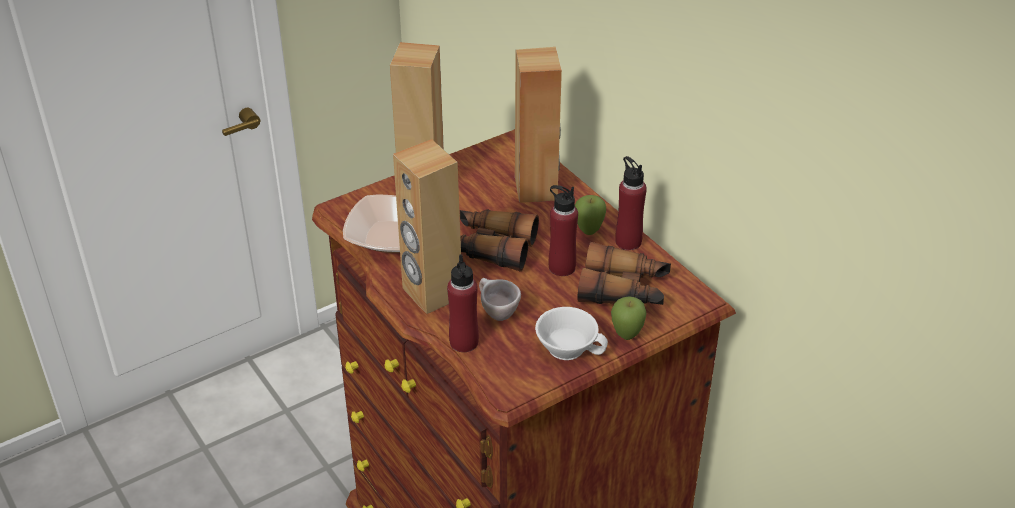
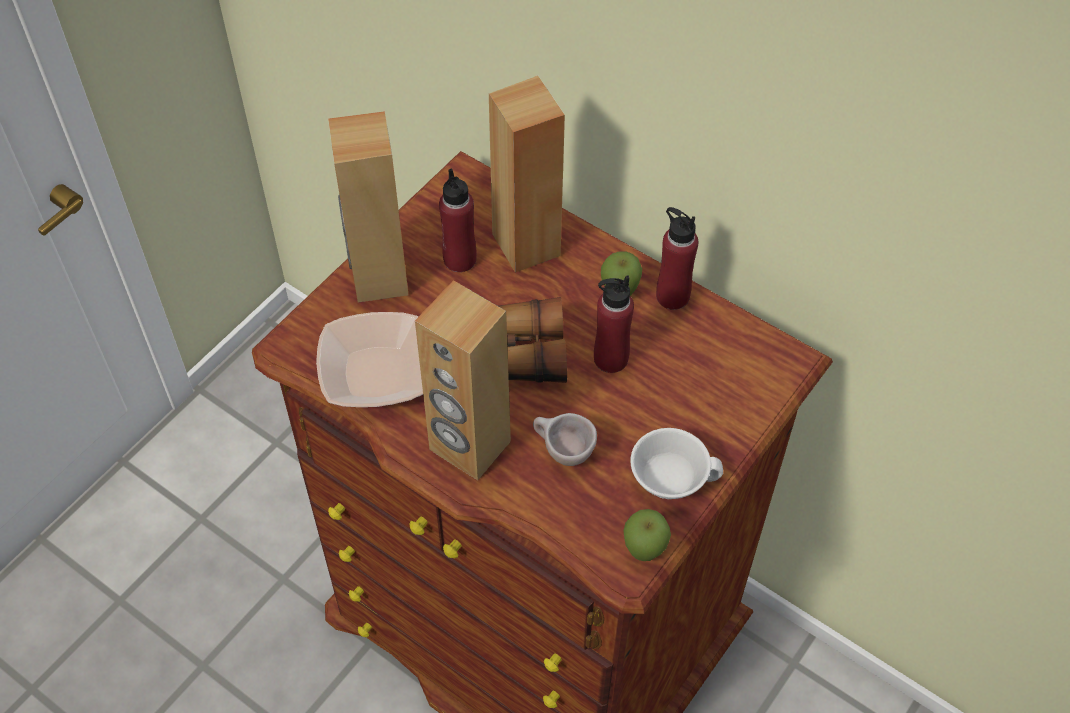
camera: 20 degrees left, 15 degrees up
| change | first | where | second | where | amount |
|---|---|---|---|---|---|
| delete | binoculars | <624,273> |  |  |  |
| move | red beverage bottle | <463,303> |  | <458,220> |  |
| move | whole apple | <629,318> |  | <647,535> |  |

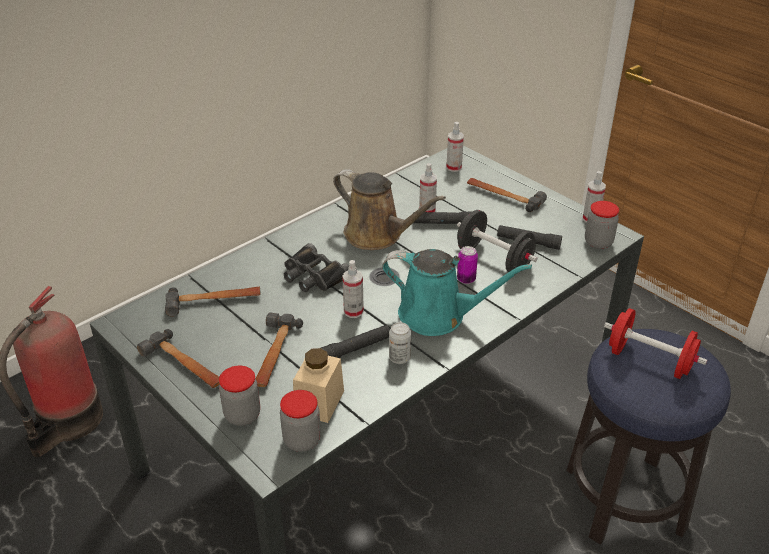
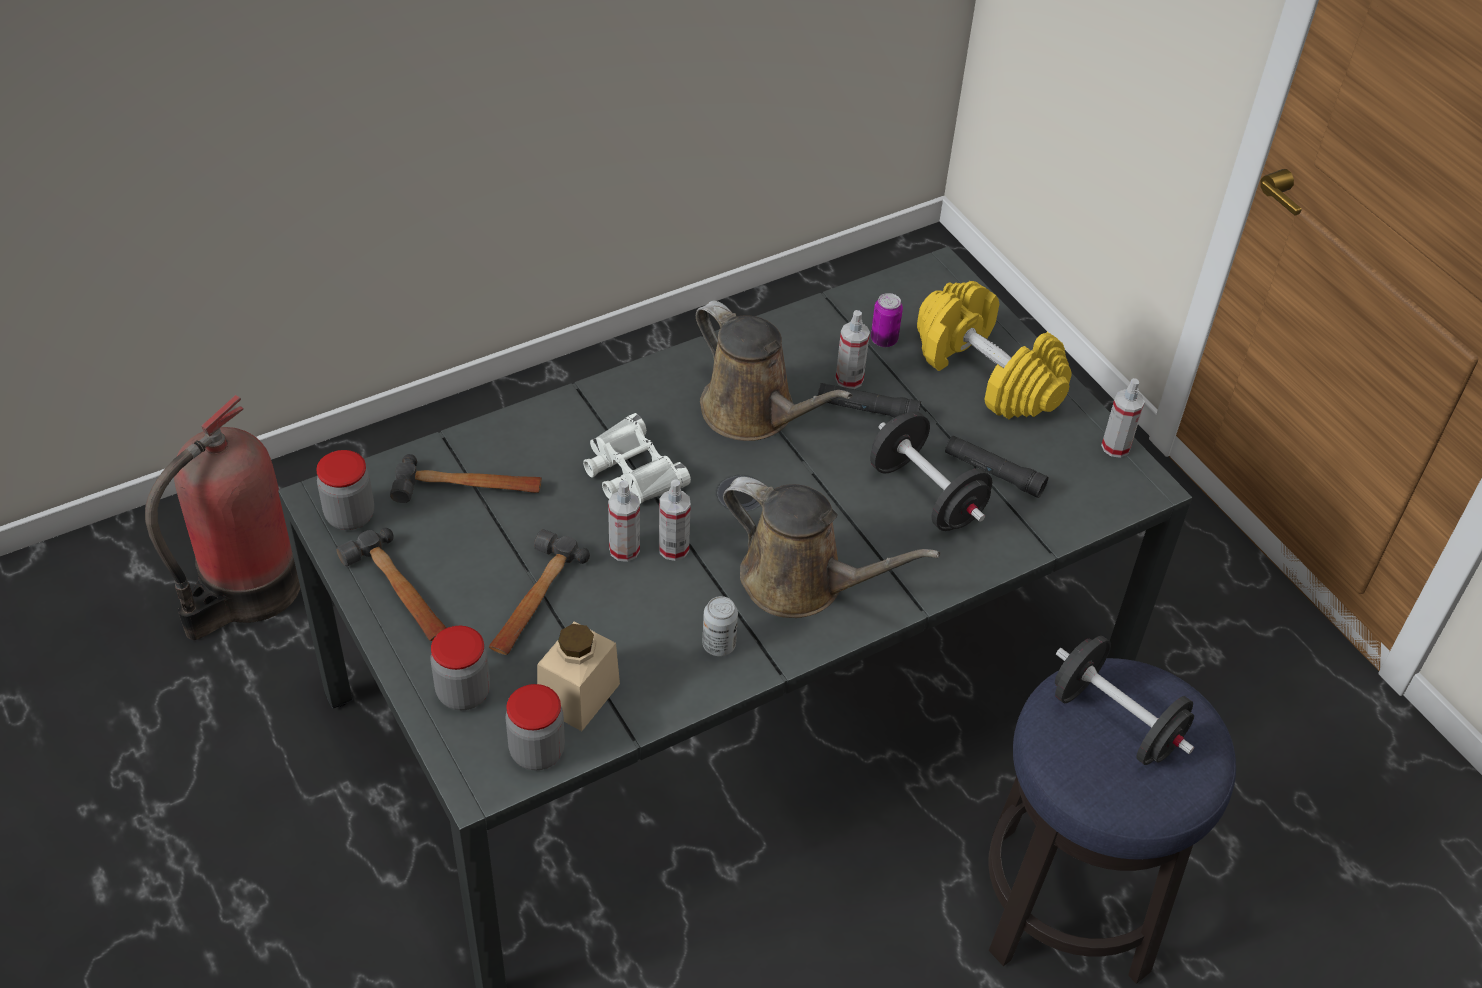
camera: 10 degrees right, 10 degrees up
| change | first | where | second | where | amount |
|---|---|---|---|---|---|
| move | spray bottle | <455,147> |  | <624,521> |  |
| replace | tool hammer | <507,195> | yellow-coloured dumbbell | <994,350> |  |
| move | storage jar | <602,225> |  | <345,490> |  |
| recolor | black-coloured binoculars | <316,267> | white binoculars | <637,458> |  |
| move | can | <467,265> |  | <887,320> |  |
| recolor | blue-green watering pot | <457,292> | brownish watering pot | <831,547> |  |
| recolor | red dumbbell | <655,343> | black-coloured dumbbell | <1124,700> |  |
| delete | black-coloured hand torch | <355,341> |  |  |  |

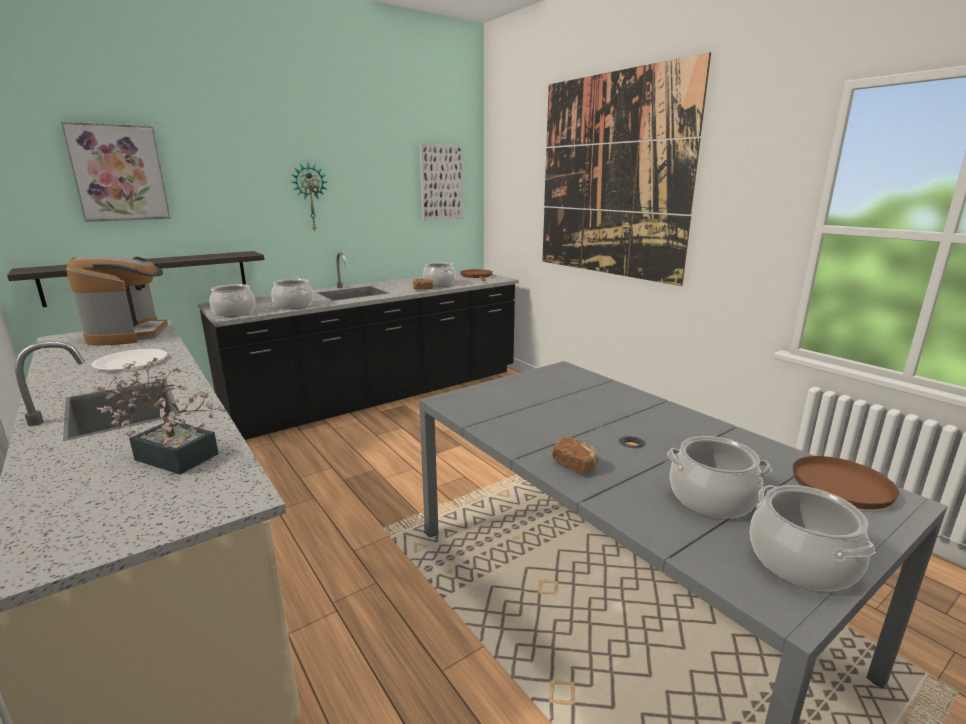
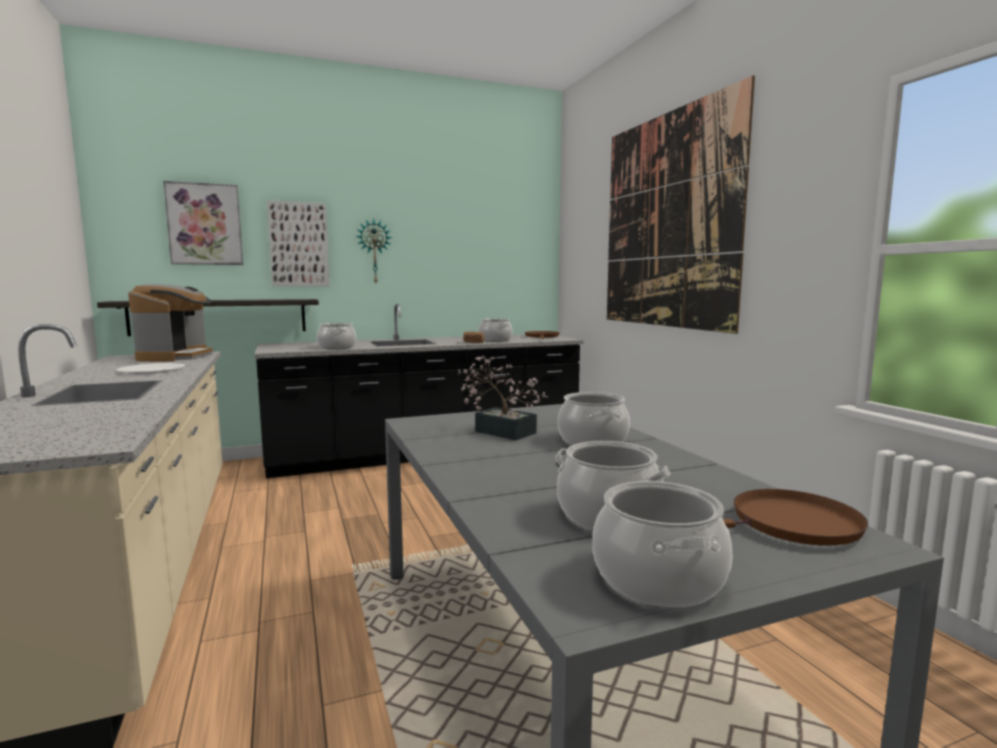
camera: 15 degrees right, 10 degrees down
| change | first | where | second | where | amount |
|---|---|---|---|---|---|
| move | wall picture | <441,182> |  | <298,243> |  |
| move | stockpot | <232,300> |  | <594,418> |  |
| move | houseplant | <158,416> |  | <503,398> |  |
| delete | bakery bread | <575,455> |  |  |  |

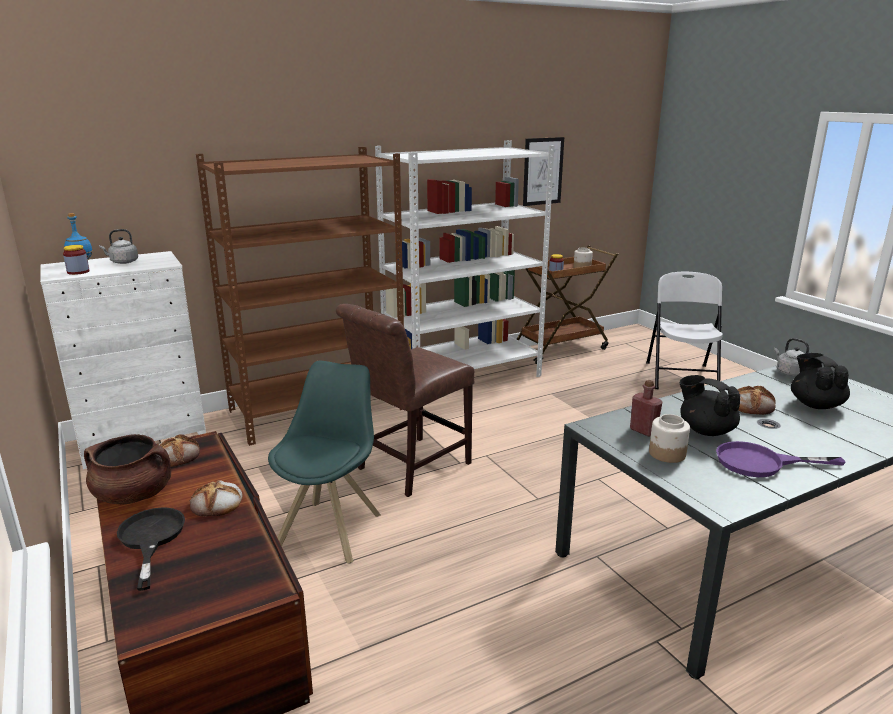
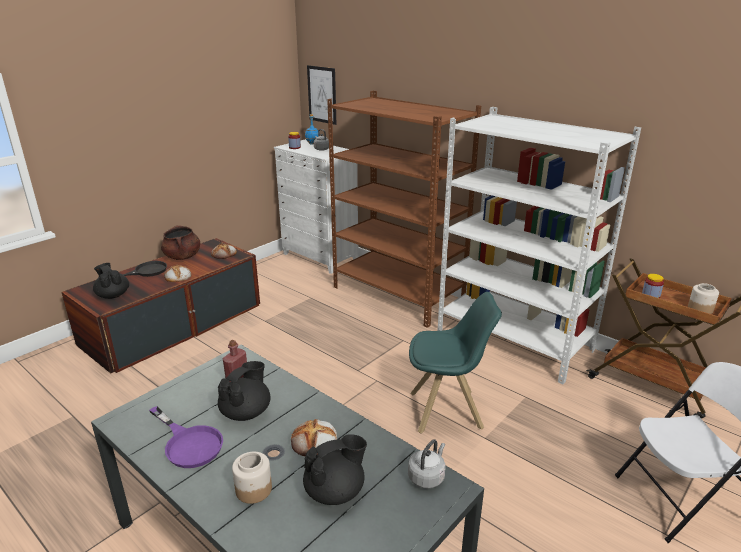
camera: 70 degrees right, 5 degrees up
| change | first | where | second | where | amount |
|---|---|---|---|---|---|
| move | wall picture | <543,171> |  | <321,95> |  |
| delete | brownish chair | <405,400> |  |  |  |
| move | blue-green chair | <324,462> |  | <455,363> |  |
| move | storage jar | <669,438> |  | <252,478> |  |
| rotate | purplish skillet | <781,459> |  | <186,437> | 150 degrees clockwise |
| insert |  |  | black-coloured tea pot | <111,281> |  |

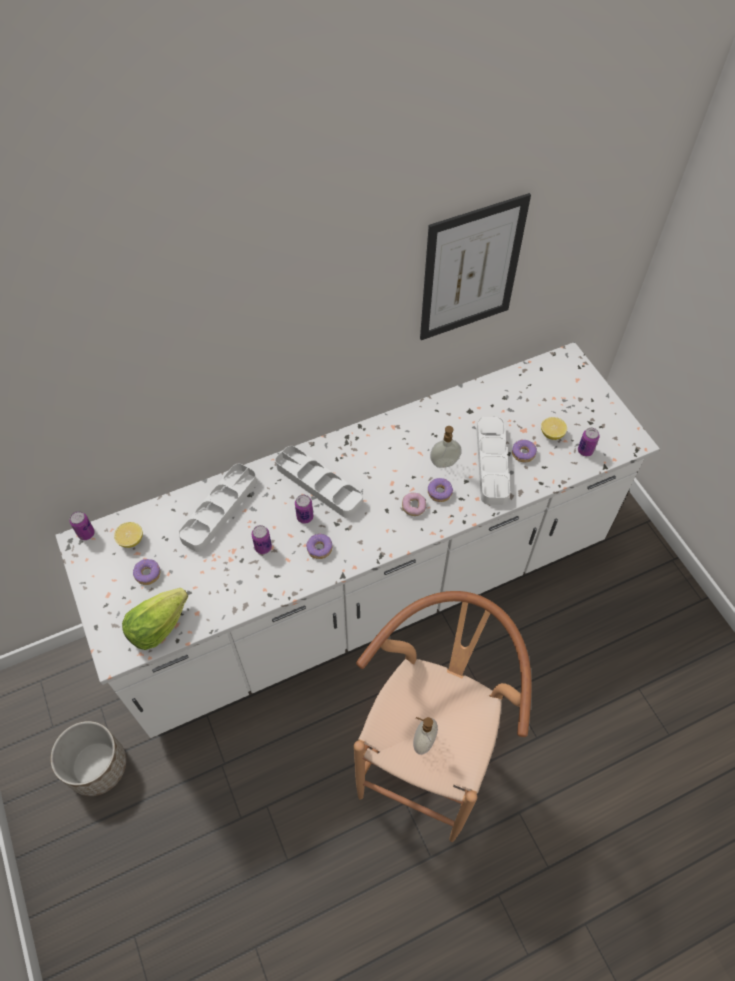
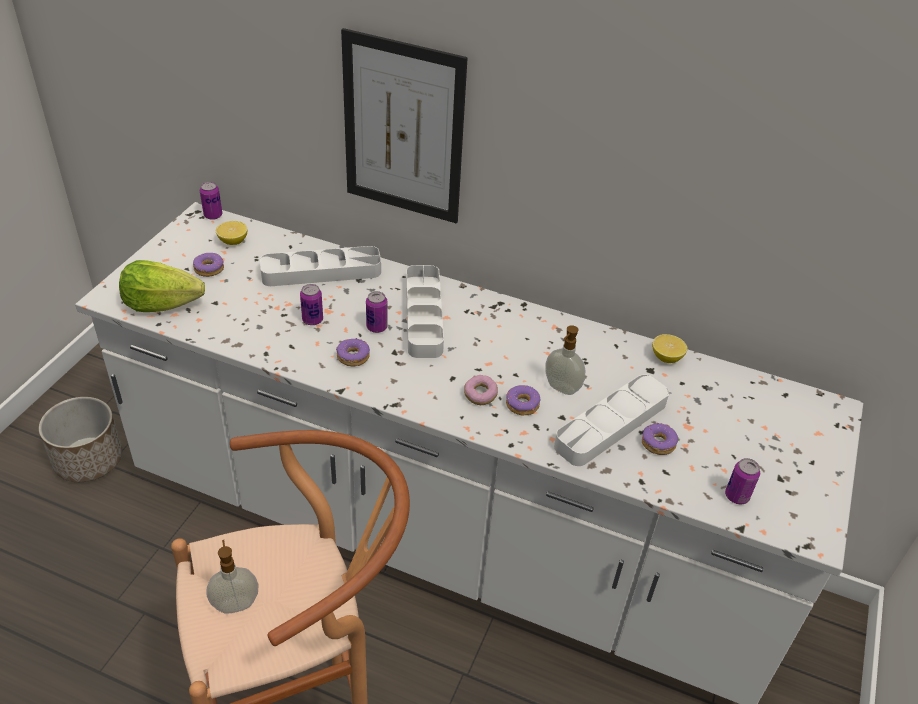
camera: 45 degrees right, 15 degrees down
| change | first | where | second | where | amount |
|---|---|---|---|---|---|
| move | wall picture | <475,266> |  | <404,125> |  |
| move | lemon | <554,428> |  | <670,348> |  |

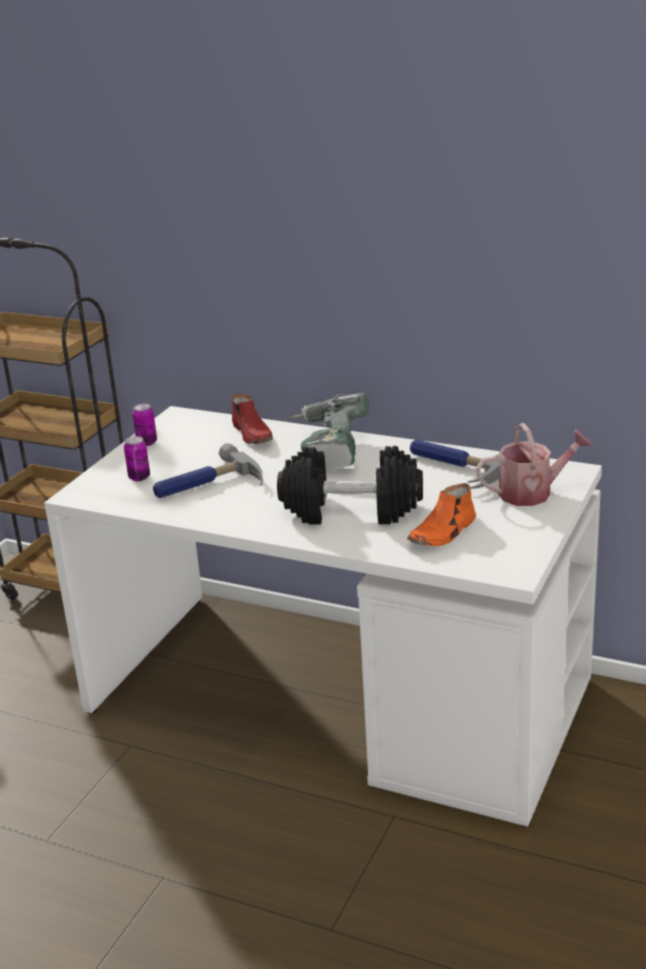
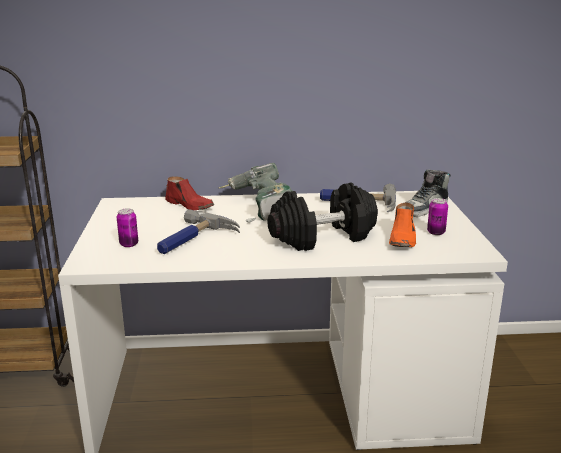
camera: 30 degrees left, 5 degrees down
| change | first | where | second | where | amount |
|---|---|---|---|---|---|
| move | can | <144,424> |  | <437,216> |  |
| replace | watering pot | <534,464> | shoe | <428,193> |  |

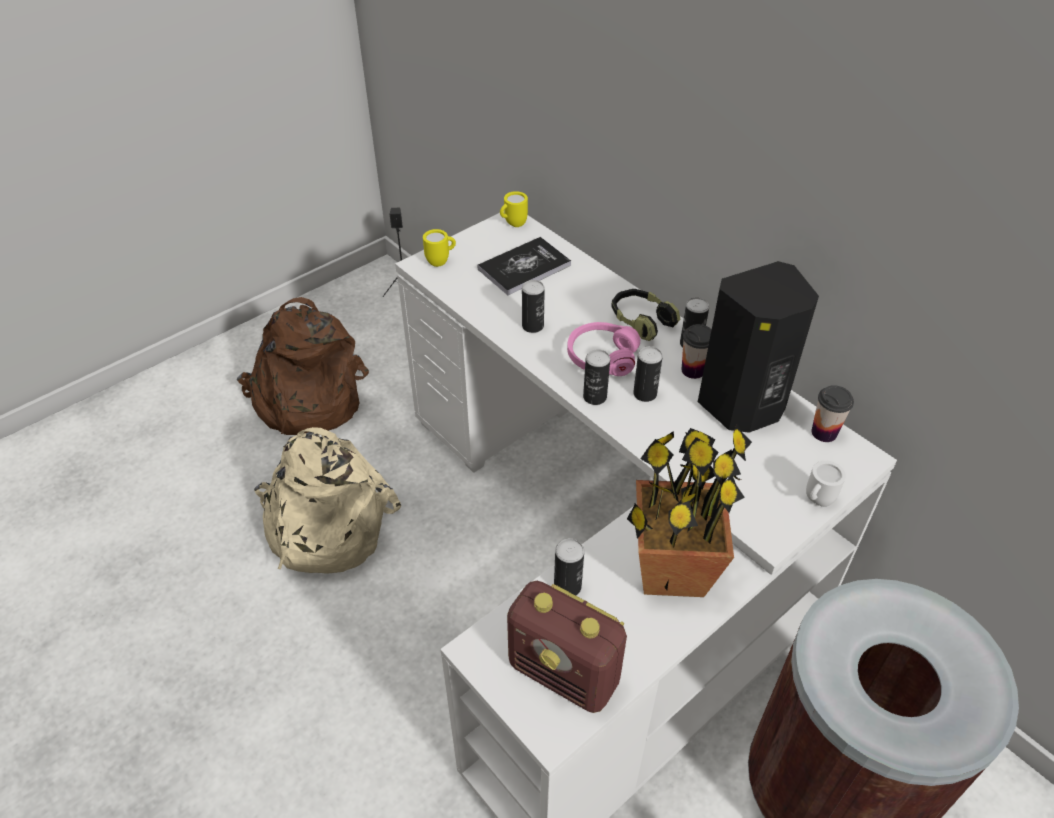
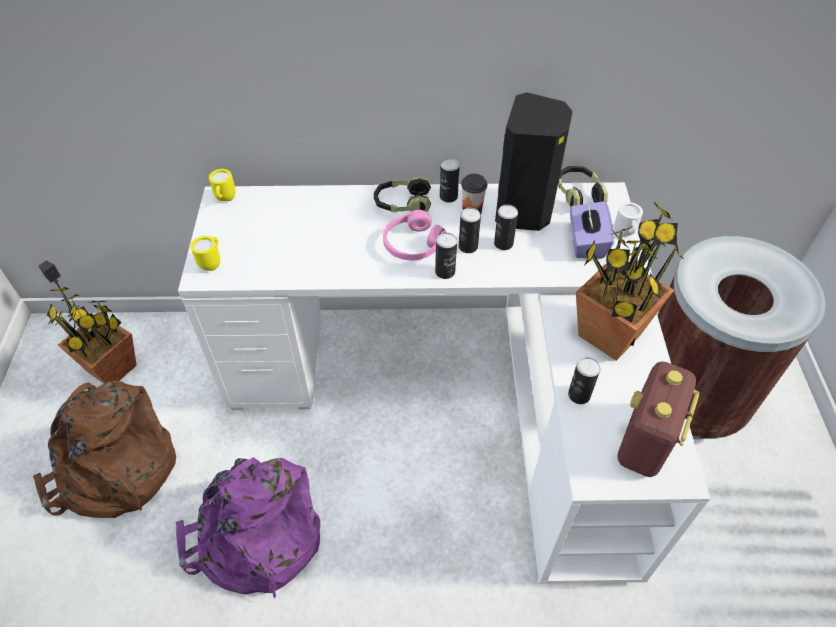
camera: 50 degrees left, 5 degrees up
| change | first | where | second | where | amount |
|---|---|---|---|---|---|
| delete | book | <524,266> |  |  |  |
| move | can | <533,306> |  | <506,227> |  |
| replace | drinking cup | <832,413> | headset | <583,186> |  |
| recolor | sand-coloured rucksack | <327,500> | purplish rucksack | <248,527> |  |
| rotate | radio receiver | <567,647> |  | <659,419> | 135 degrees clockwise |
| insert |  |  | purplish box of tissues | <592,230> |  |
| insert |  |  | houseplant | <92,335> |  |

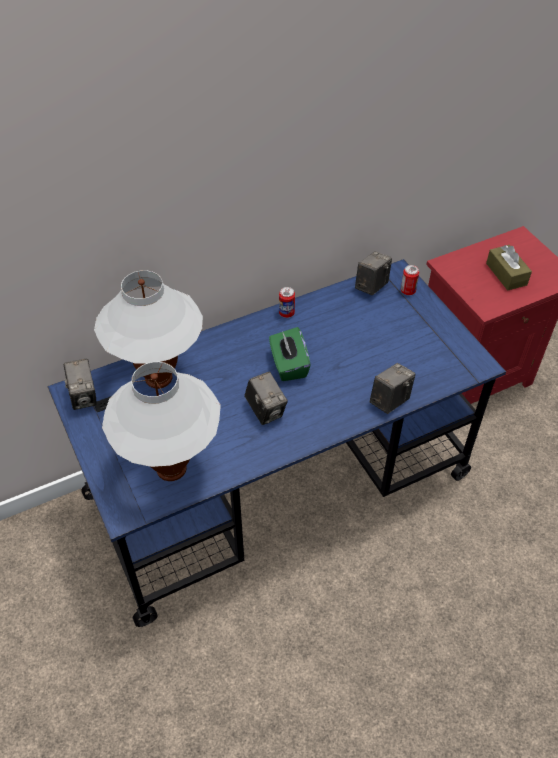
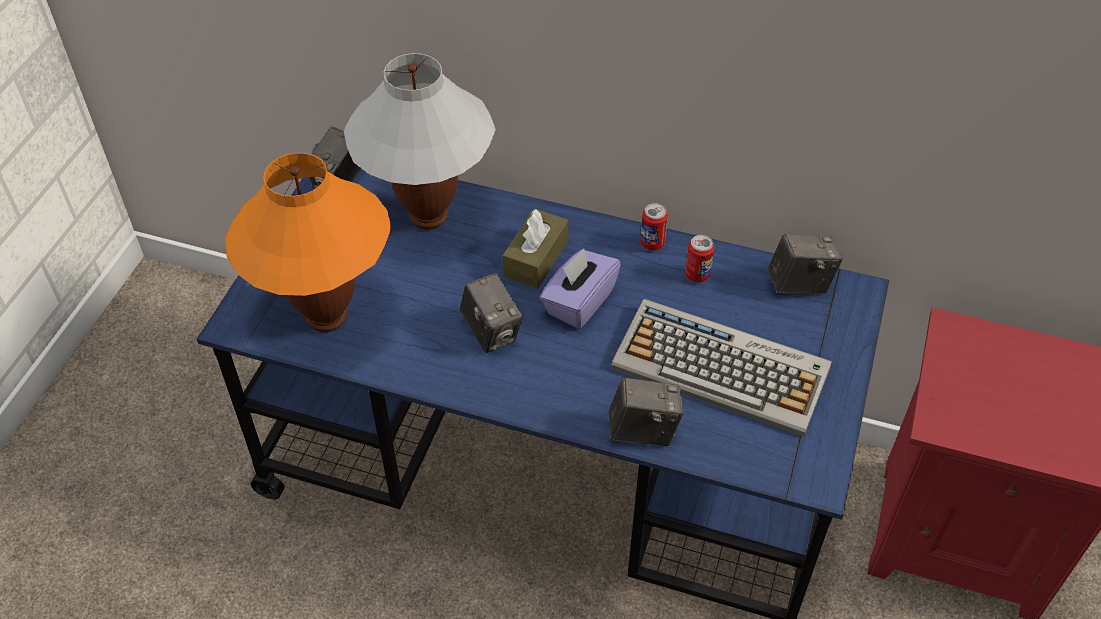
camera: 45 degrees right, 0 degrees up
| change | first | where | second | where | amount |
|---|---|---|---|---|---|
| move | brownish box of tissues | <509,267> |  | <535,248> |  |
| move | can | <410,280> |  | <700,259> |  |
| recolor | green-coloured box of tissues | <289,354> | purplish box of tissues | <580,289> |  |
| recolor | white lamp for a table | <161,421> | orangey lamp for a table | <308,242> |  |
| rotate | photo camera | <266,398> |  | <491,313> | 45 degrees counterclockwise |
| insert |  |  | PC keyboard | <721,368> |  |

